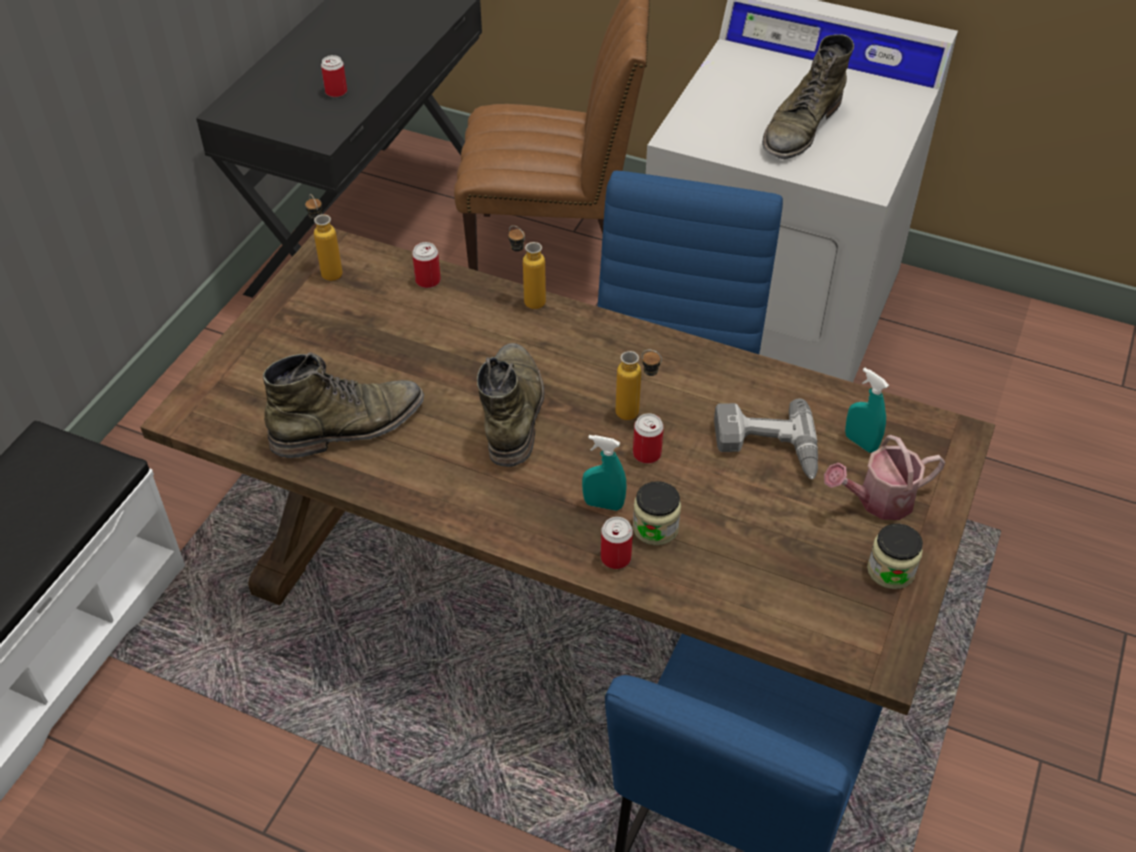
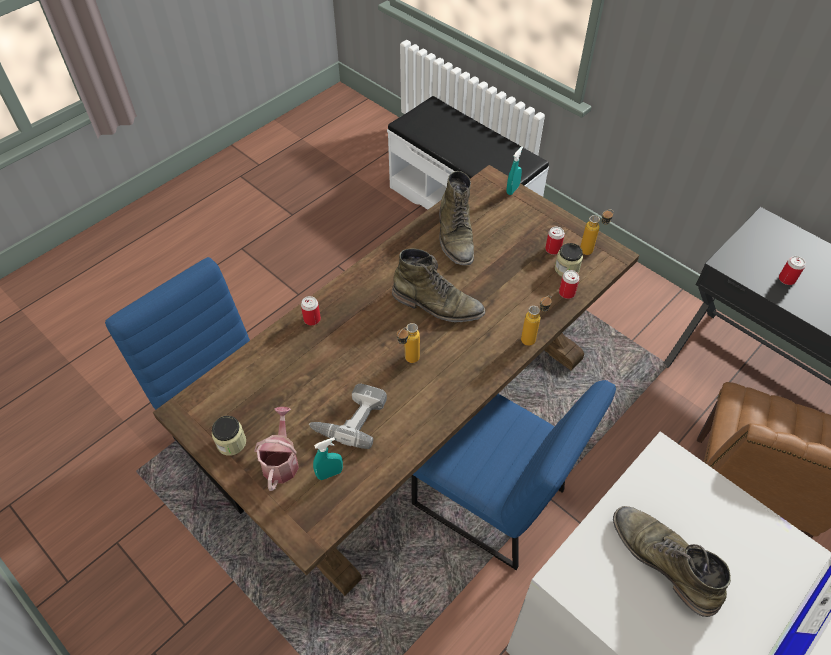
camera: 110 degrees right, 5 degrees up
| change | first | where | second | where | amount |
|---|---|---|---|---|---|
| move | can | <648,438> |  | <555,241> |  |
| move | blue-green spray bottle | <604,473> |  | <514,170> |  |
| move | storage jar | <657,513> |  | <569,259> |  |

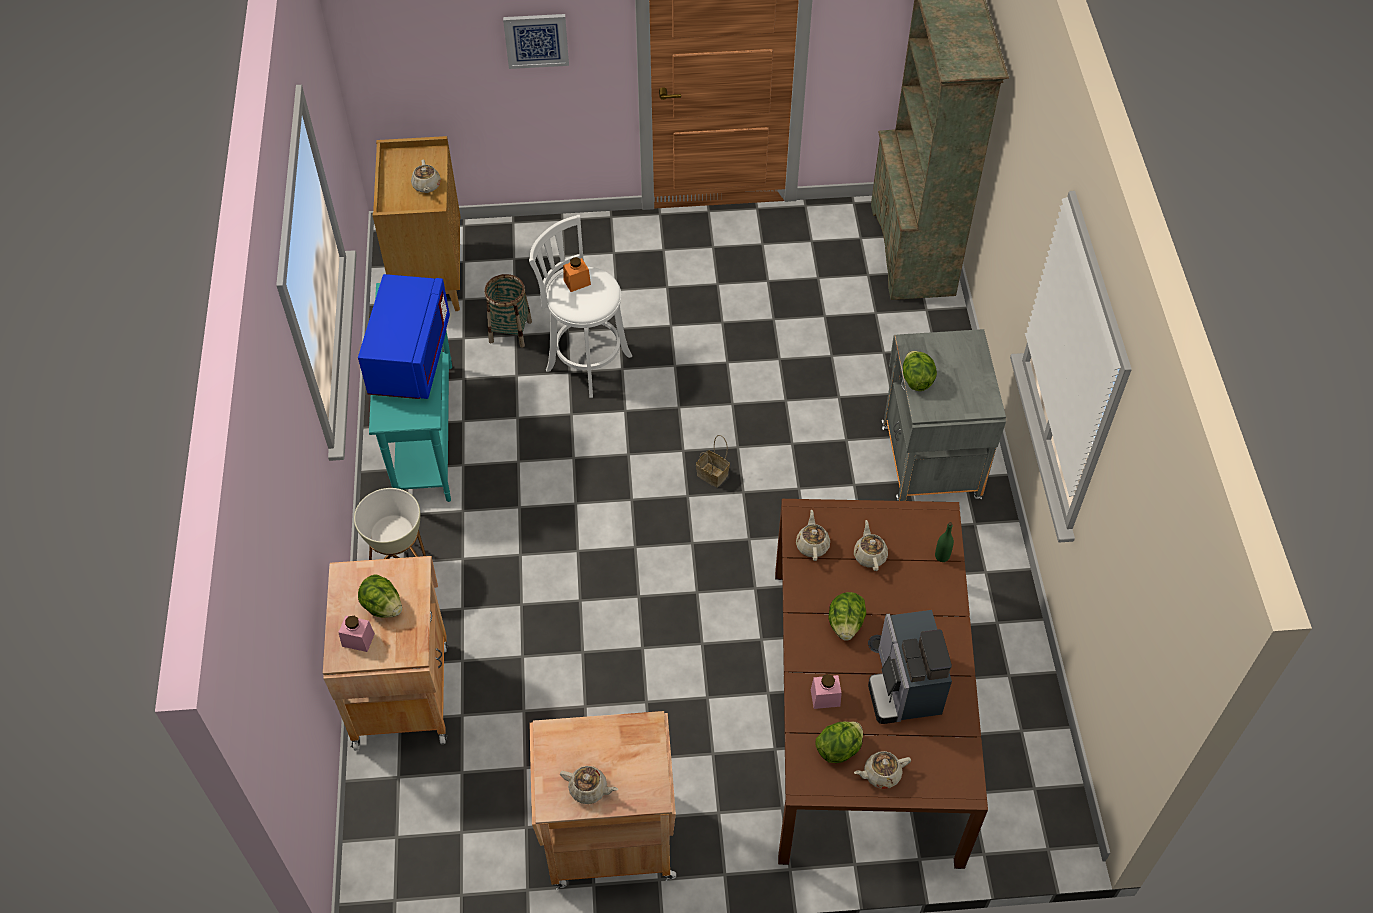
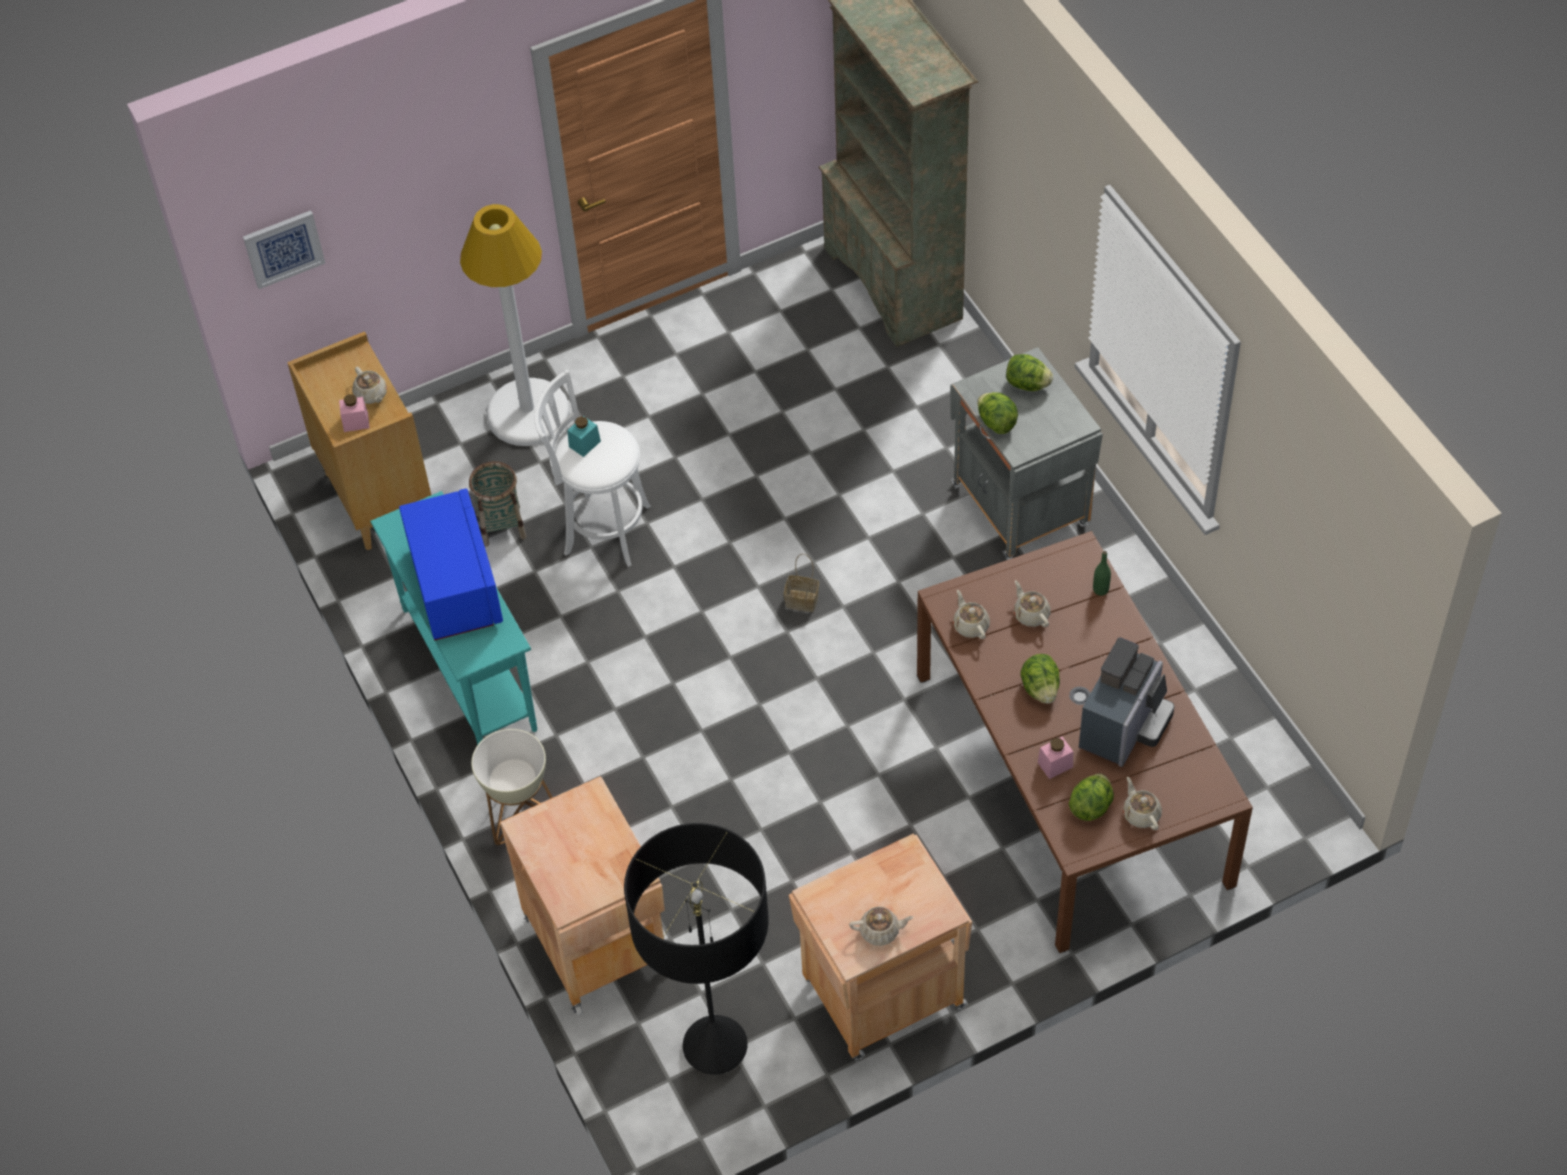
camera: 20 degrees left, 0 degrees up
| change | first | where | second | where | amount |
|---|---|---|---|---|---|
| move | wall picture | <536,41> |  | <284,249> |  |
| recolor | orangey storage jar | <577,274> | blue-green storage jar | <584,436> |  |
| move | lettuce | <380,596> |  | <1029,372> |  |
| rotate | coffee brewer | <910,667> |  | <1127,702> | 120 degrees counterclockwise |
| move | pink-coloured storage jar | <356,634> |  | <354,413> |  |
| rotate | sand-coloured tea pot | <882,770> |  | <1142,803> | 105 degrees clockwise |
| insert |  |  | white floor lamp | <515,325> |  |
| insert |  |  | black-coloured floor lamp | <696,949> |  |

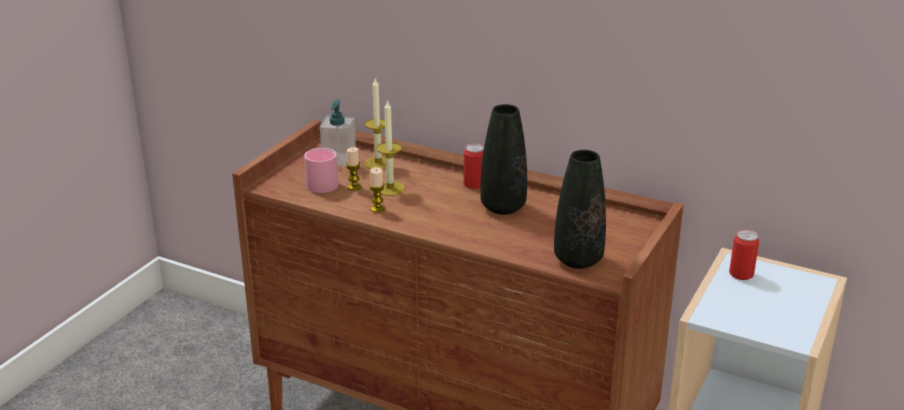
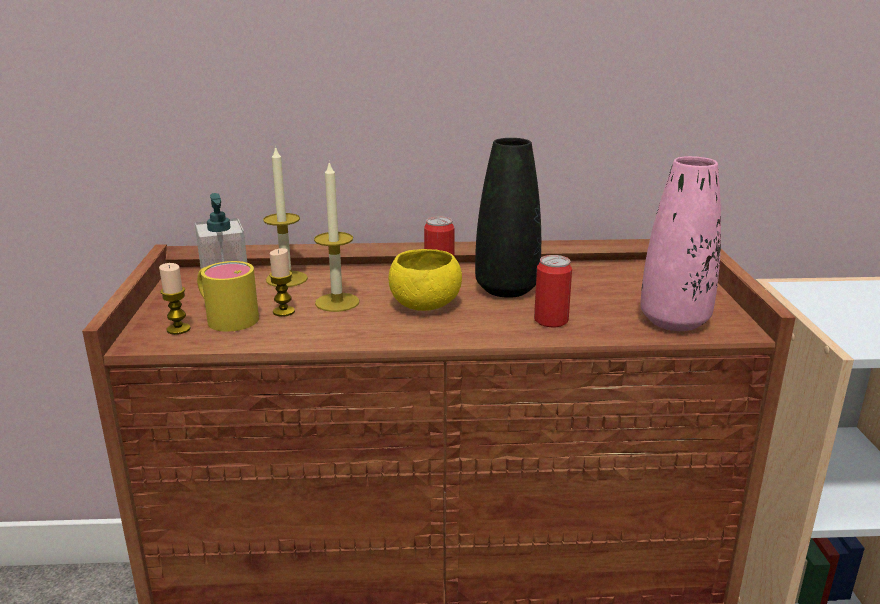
camera: 30 degrees left, 5 degrees down
| change | first | where | second | where | amount |
|---|---|---|---|---|---|
| recolor | pink-coloured mug | <321,170> | yellow-coloured mug | <228,296> |  |
| recolor | black-coloured vase | <580,209> | pink-coloured vase | <680,243> |  |
| move | wax light | <377,190> |  | <175,299> |  |
| move | can | <744,254> |  | <553,291> |  |
| insert |  |  | yellow-coloured serving bowl | <425,280> |  |

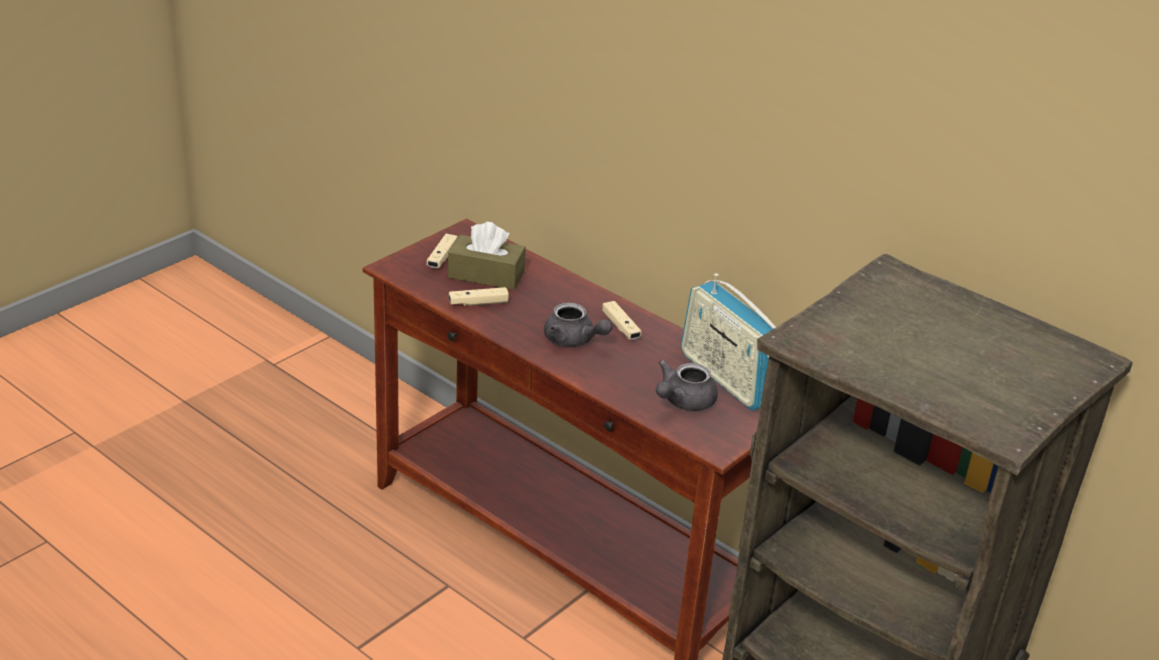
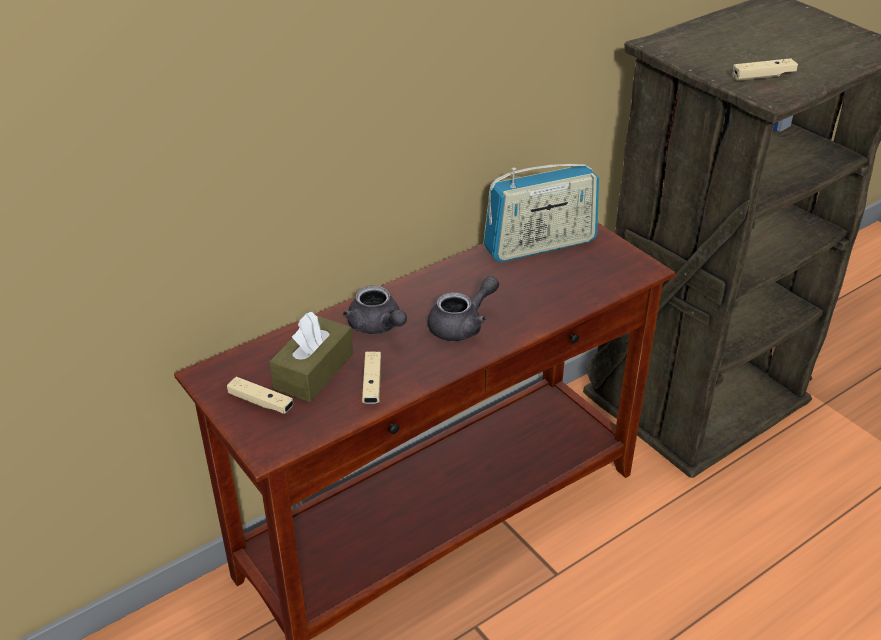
camera: 75 degrees left, 5 degrees up
| change | first | where | second | where | amount |
|---|---|---|---|---|---|
| move | sand-coloured game controller | <621,320> |  | <765,69> |  |
| move | greyish tea pot | <687,385> |  | <375,310> |  |

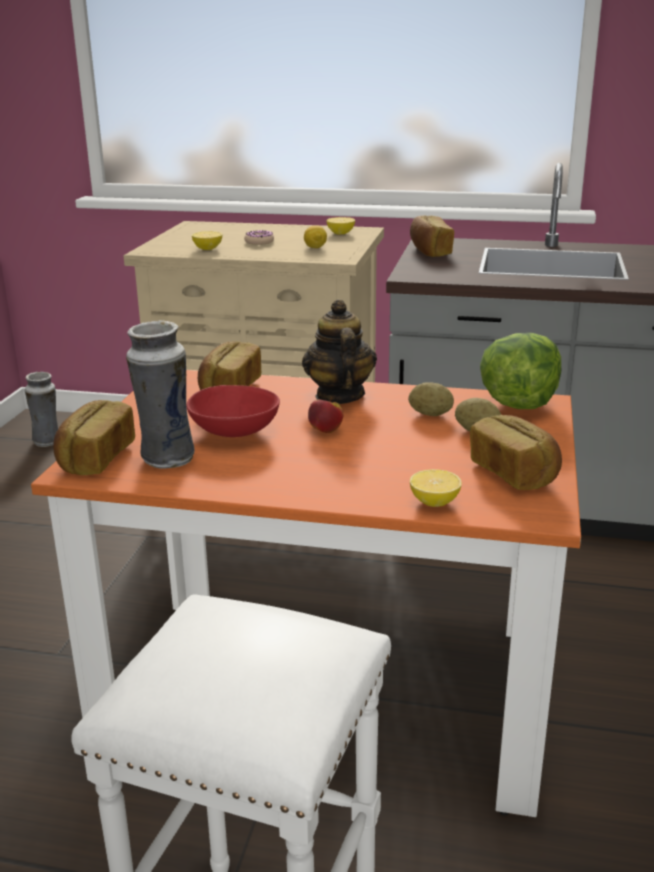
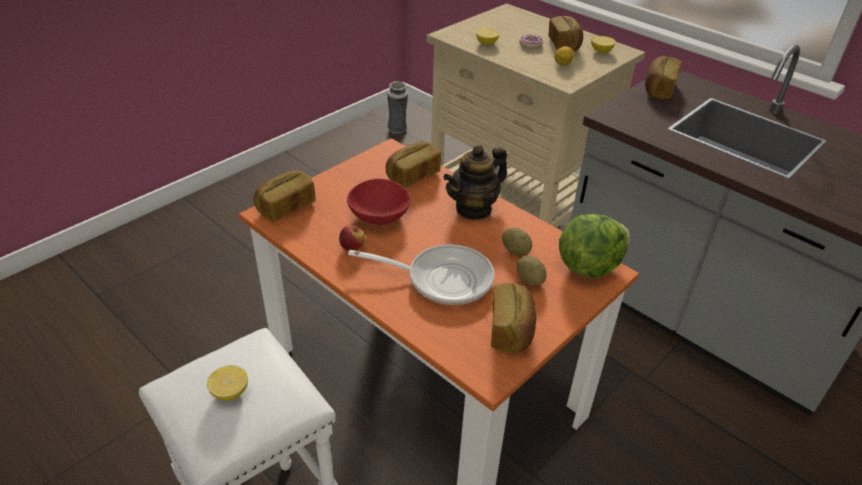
camera: 30 degrees right, 15 degrees up
| change | first | where | second | where | amount |
|---|---|---|---|---|---|
| rotate | tea pot | <339,351> |  | <475,182> | 150 degrees counterclockwise |
| delete | vase | <160,394> |  |  |  |
| move | whole apple | <325,415> |  | <352,238> |  |
| move | lemon | <436,488> |  | <227,383> |  |
| insert |  |  | bakery bread | <565,34> |  |
| insert |  |  | skillet | <421,274> |  |

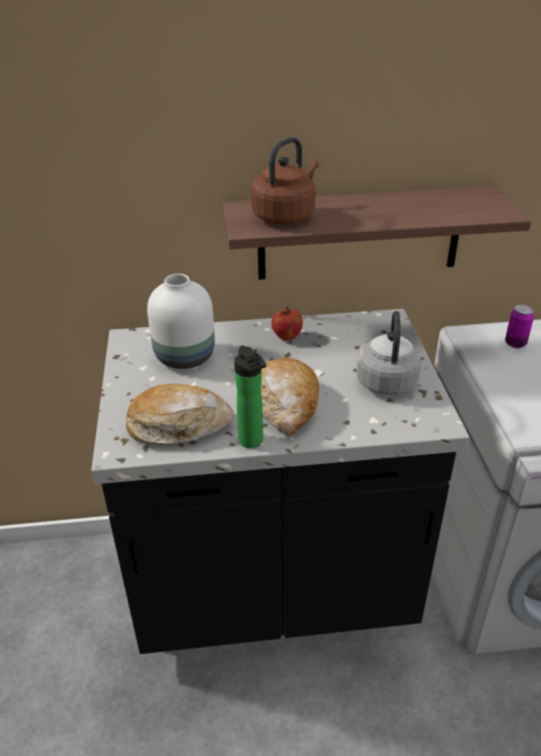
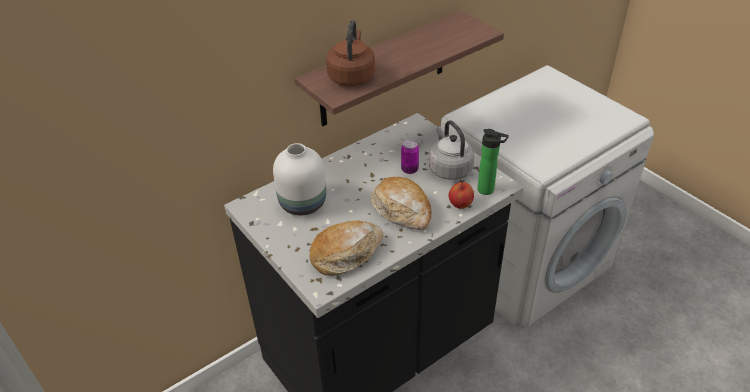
camera: 30 degrees left, 5 degrees up
| change | first | where | second | where | amount |
|---|---|---|---|---|---|
| move | can | <519,326> |  | <410,157> |  |
| move | whole apple | <287,323> |  | <461,195> |  |
| move | beverage bottle | <250,397> |  | <493,162> |  |

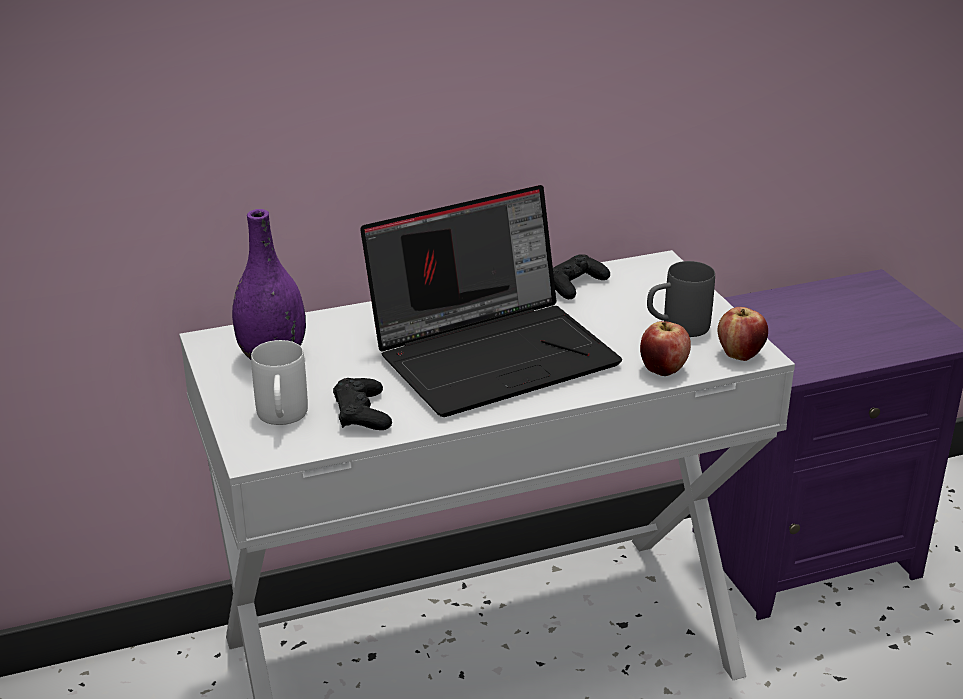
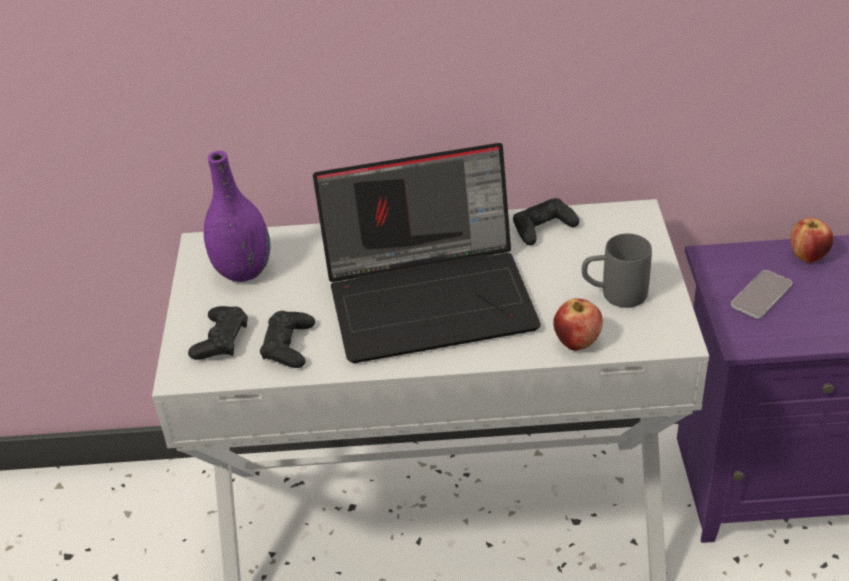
camera: 20 degrees right, 10 degrees up
| change | first | where | second | where | amount |
|---|---|---|---|---|---|
| move | whole apple | <742,334> |  | <811,240> |  |
| replace | white mug | <279,382> | black-coloured game controller | <218,333> |  |
| insert |  |  | phone | <761,294> |  |

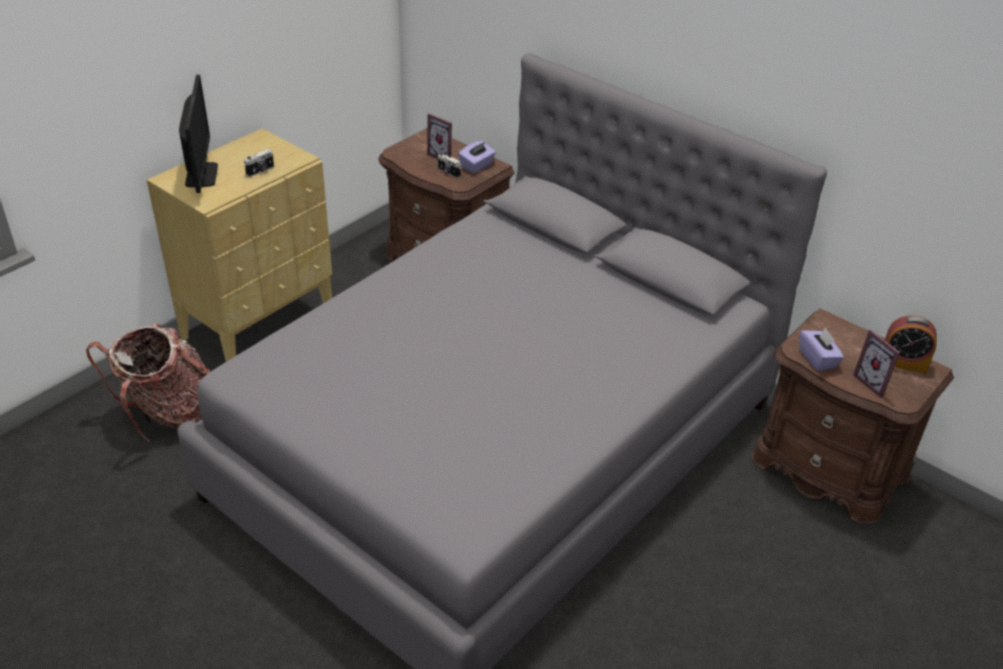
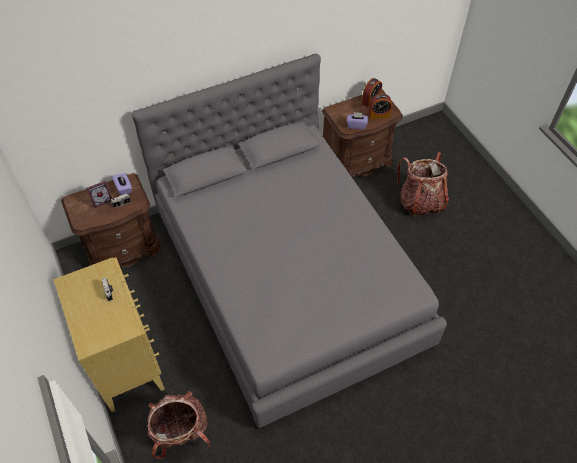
camera: 65 degrees left, 15 degrees up
| change | first | where | second | where | amount |
|---|---|---|---|---|---|
| delete | monitor | <198,134> |  |  |  |
| replace | photo frame | <876,364> | alarm clock | <380,106> |  |
| insert |  |  | rucksack | <423,184> |  |

